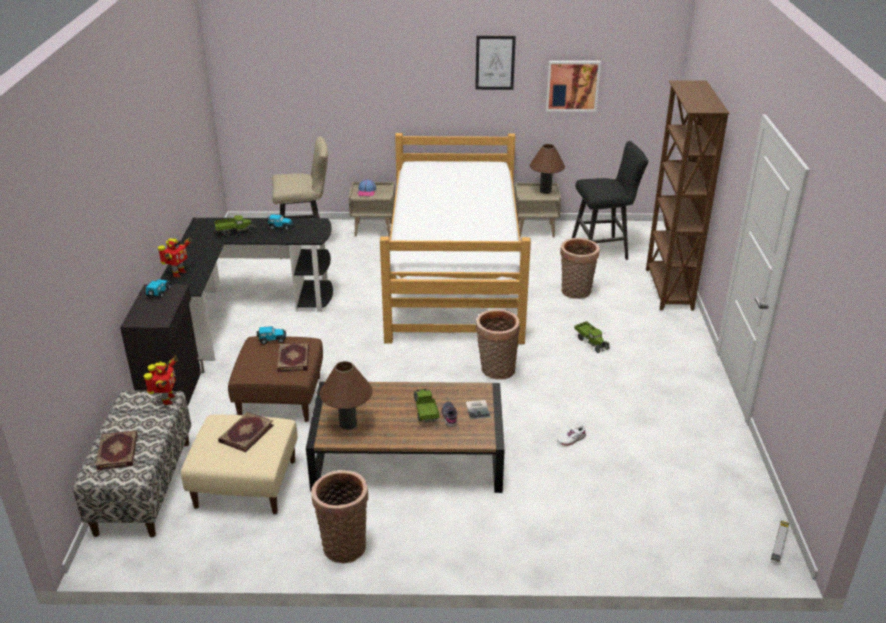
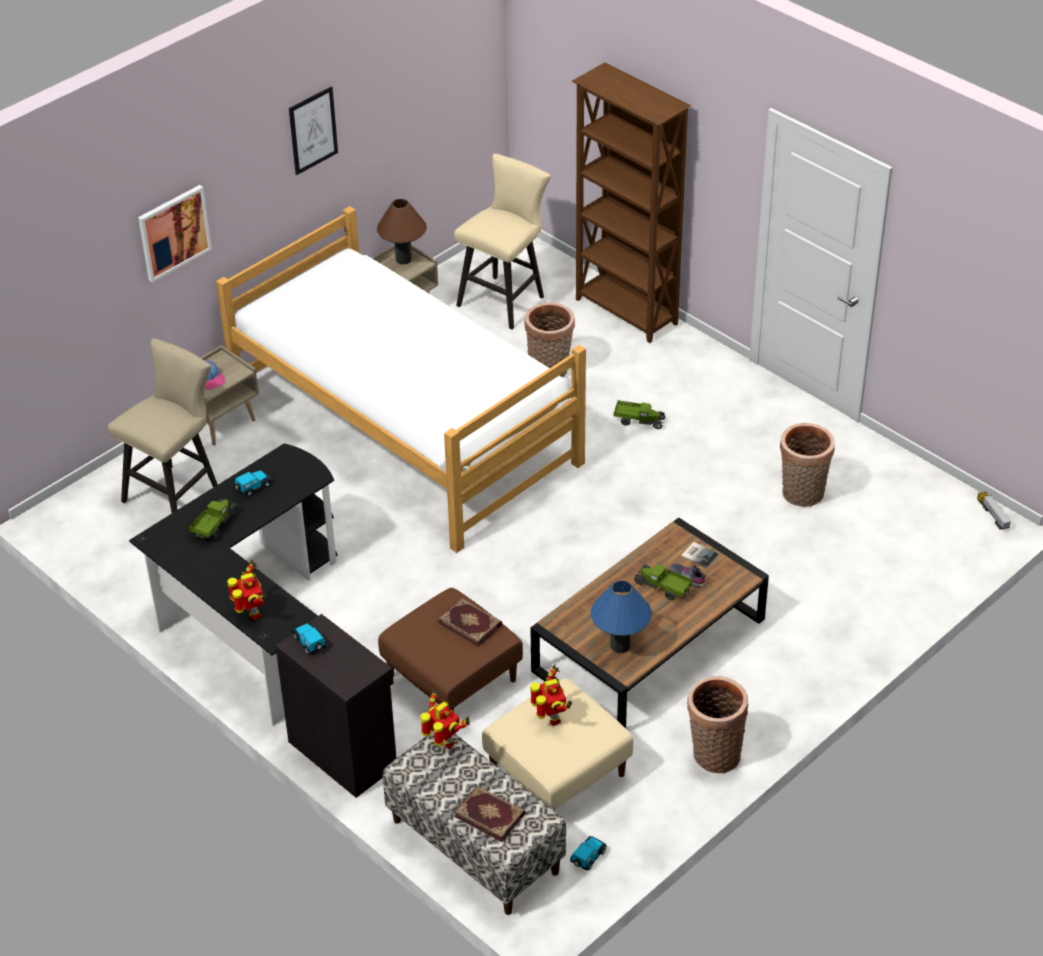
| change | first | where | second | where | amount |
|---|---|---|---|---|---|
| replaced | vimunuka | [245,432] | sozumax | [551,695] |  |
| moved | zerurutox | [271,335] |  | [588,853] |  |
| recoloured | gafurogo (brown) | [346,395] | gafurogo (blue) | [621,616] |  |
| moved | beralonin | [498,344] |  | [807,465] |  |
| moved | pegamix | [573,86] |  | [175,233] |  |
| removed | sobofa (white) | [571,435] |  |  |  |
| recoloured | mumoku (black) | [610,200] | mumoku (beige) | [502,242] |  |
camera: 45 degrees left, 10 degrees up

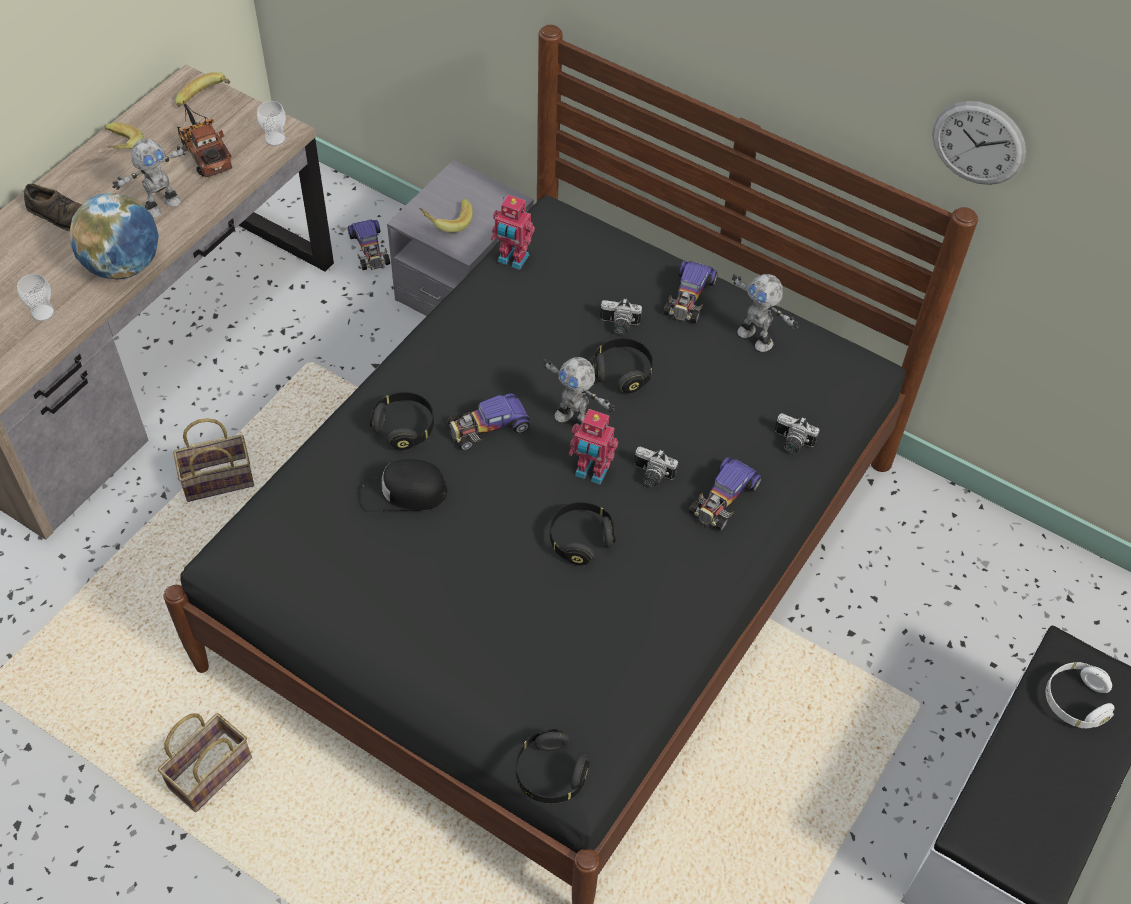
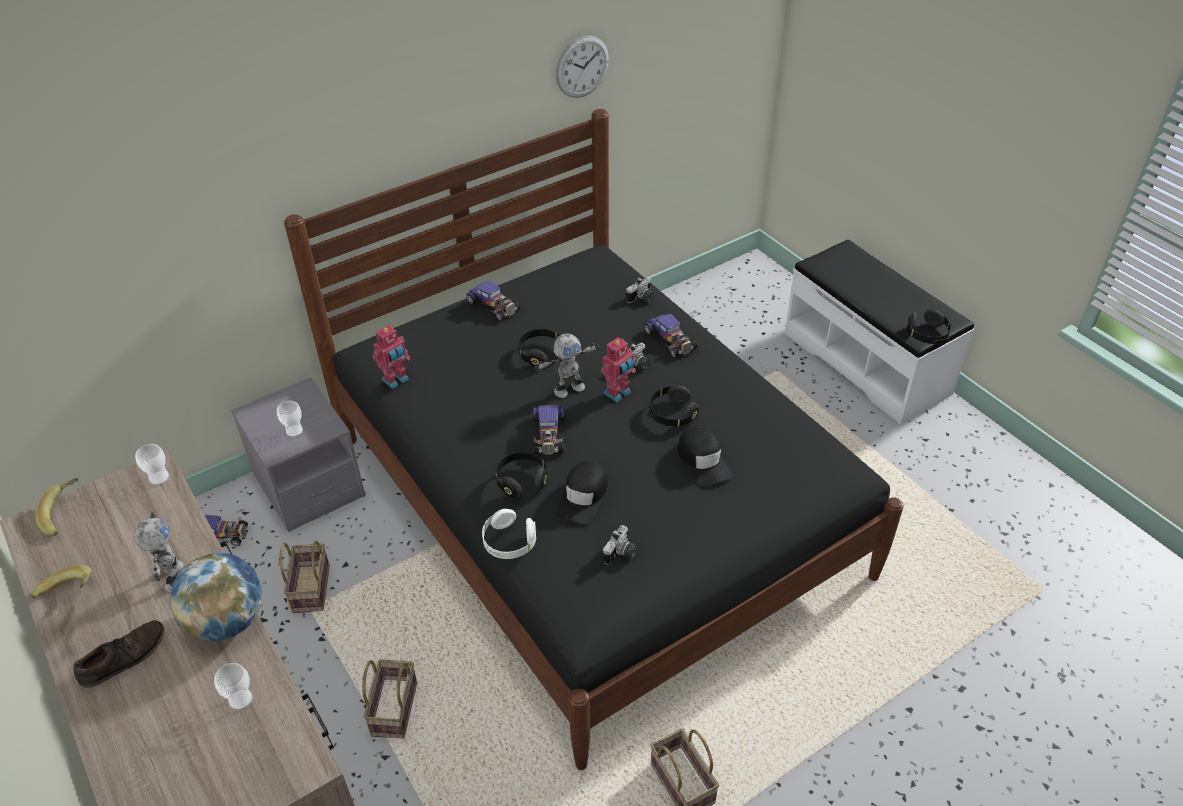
| change | first | where | second | where | amount |
|---|---|---|---|---|---|
| removed | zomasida | [204,139] |  |  |  |
| replaced | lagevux | [446,216] | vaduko | [290,419] |  |
| moved | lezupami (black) | [553,766] |  | [928,326] |  |
| moved | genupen | [621,317] |  | [619,545] |  |
| removed | sozumax | [765,313] |  |  |  |
| moved | lezupami (white) | [1080,695] |  | [509,534] |  |
| added |  |  | beralonin | [305,577] |  |
| added |  |  | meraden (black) | [705,457] |  |
camera: 65 degrees left, 10 degrees down

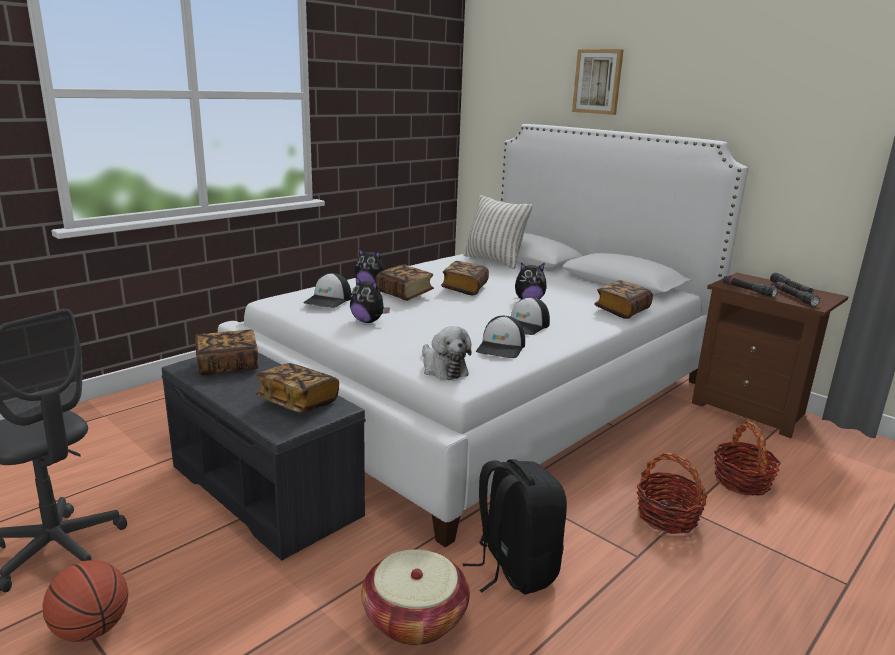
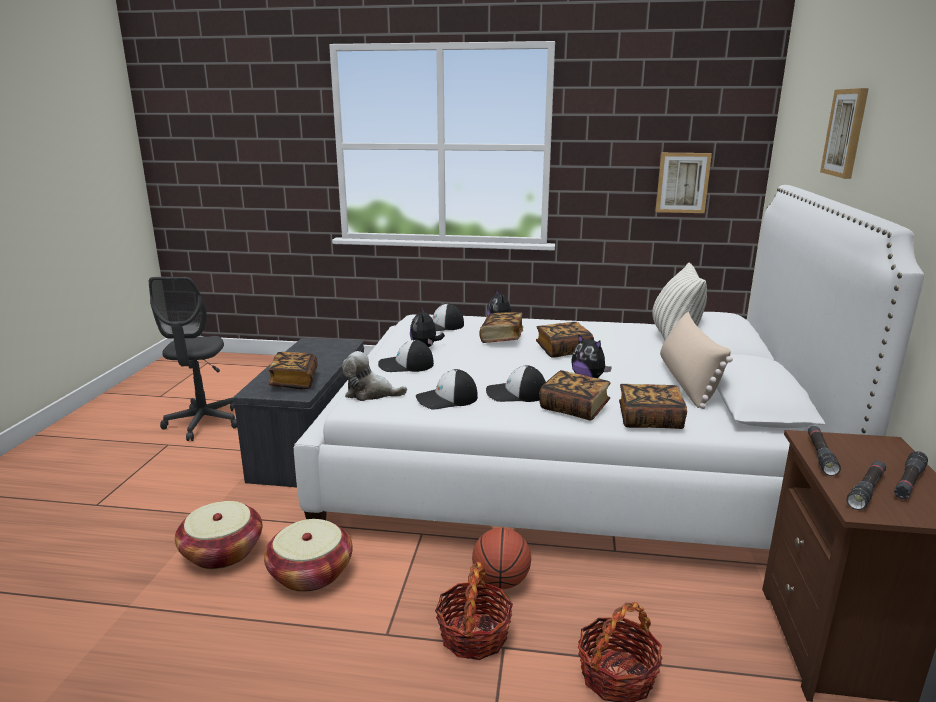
| change | first | where | second | where | amount |
|---|---|---|---|---|---|
| moved | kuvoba | [85,601] |  | [501,558] |  |
| moved | vimunuka | [226,352] |  | [574,395] |  |
| turned | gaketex | [447,353] |  | [374,376] | 75 degrees clockwise |
| replaced | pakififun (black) | [515,526] | beralonin | [308,555] |  |
| added |  |  | meraden | [406,356] |  |
| added |  |  | pegamix | [683,183] |  |
| added |  |  | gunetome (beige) | [696,360] |  |
camera: 55 degrees right, 0 degrees up

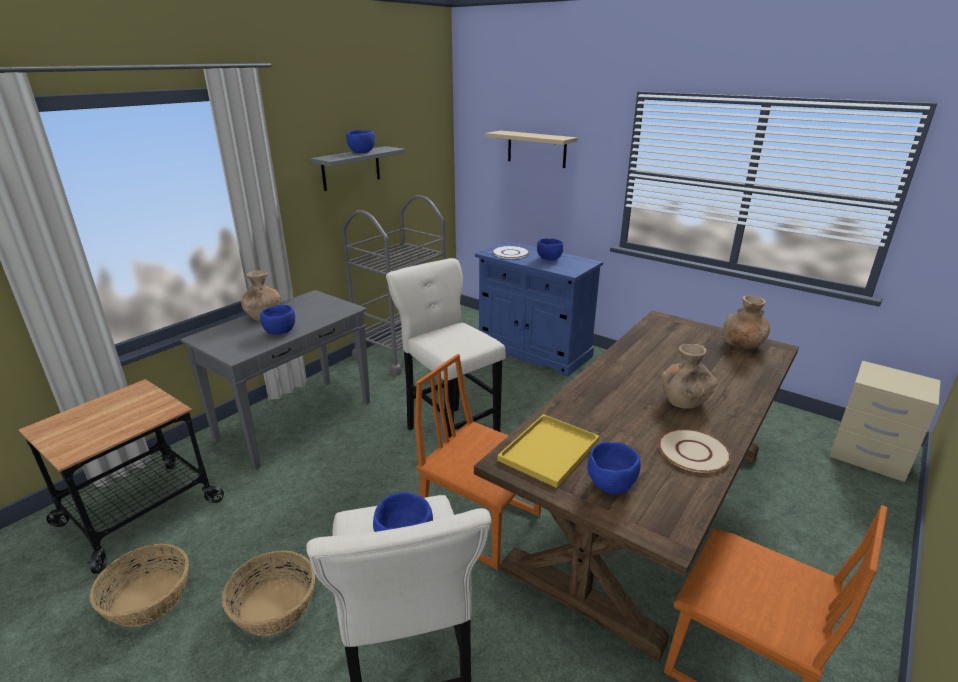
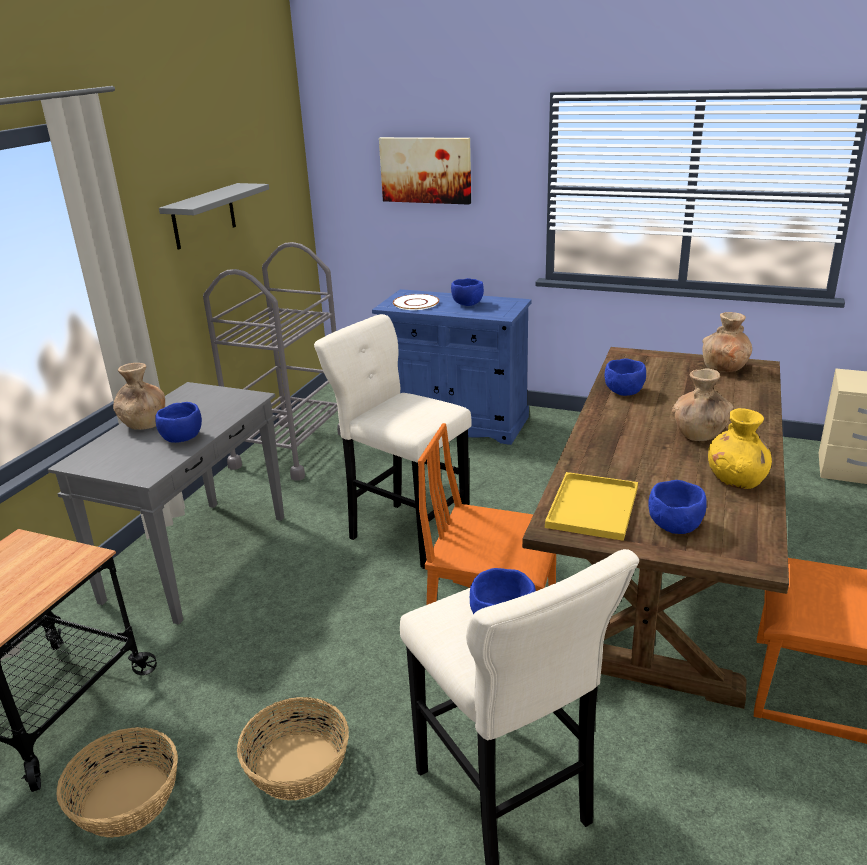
| change | first | where | second | where | amount |
|---|---|---|---|---|---|
| moved | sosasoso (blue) | [360,141] |  | [625,377] |  |
| replaced | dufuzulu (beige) | [531,149] | pegamix | [425,171] |  |
| replaced | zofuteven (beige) | [694,451] | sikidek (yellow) | [740,448] |  |
camera: 15 degrees left, 0 degrees up

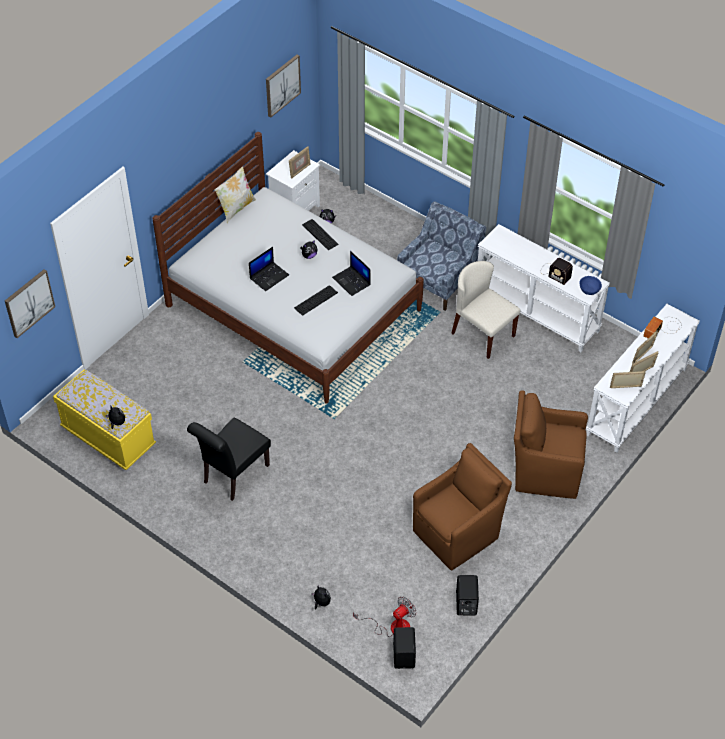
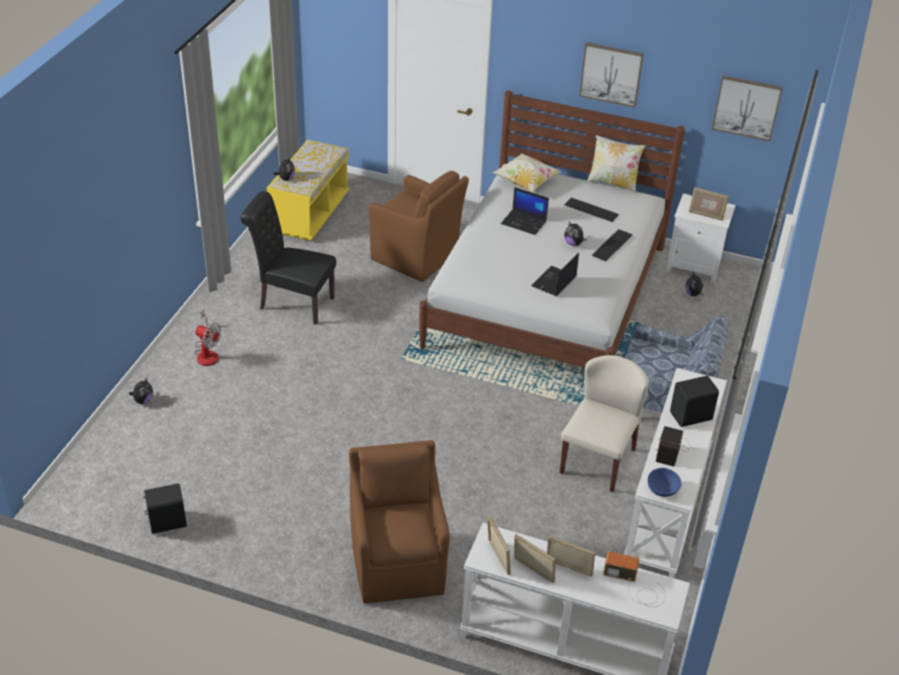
| change | first | where | second | where | amount |
|---|---|---|---|---|---|
| moved | pegamix | [30,303] |  | [611,75] |  |
| moved | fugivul | [316,300] |  | [591,210] |  |
| moved | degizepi | [385,617] |  | [207,338] |  |
| moved | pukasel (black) | [404,648] |  | [694,401] |  |
| moved | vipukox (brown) | [462,506] |  | [419,226] |  |
| added |  |  | gunetome | [527,172] |  |
camera: 70 degrees right, 10 degrees down

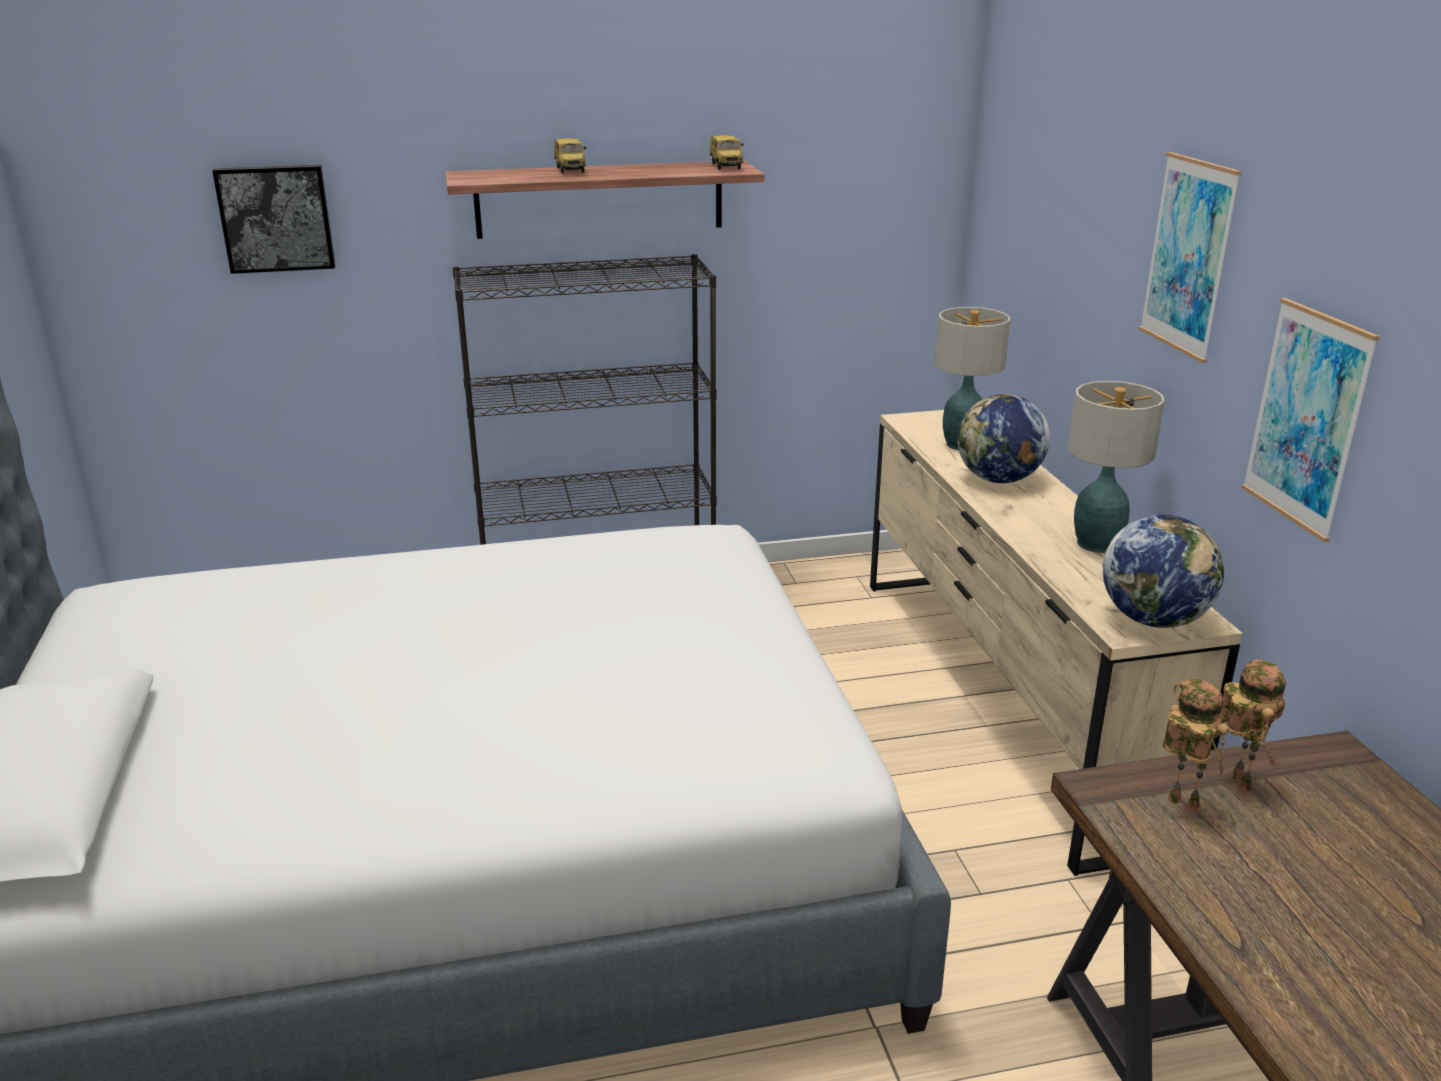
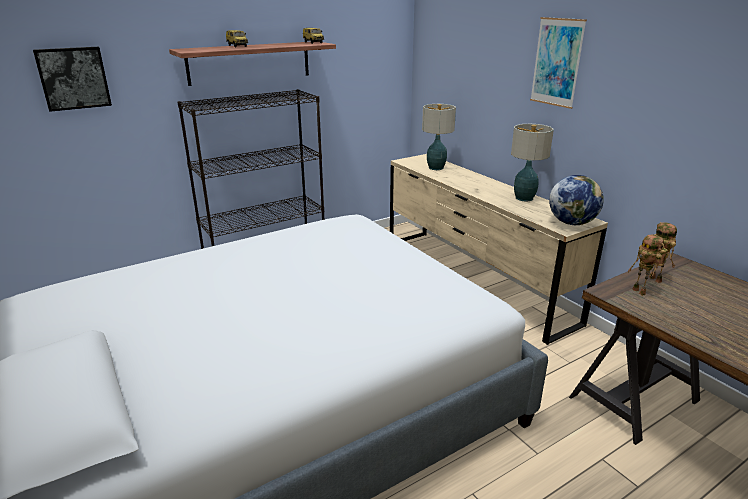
| change | first | where | second | where | amount |
|---|---|---|---|---|---|
| removed | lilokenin | [1003,438] |  |  |  |
| turned | sozumax | [1195,746] |  | [648,265] | 135 degrees counterclockwise |
| removed | pegamix | [1310,420] |  |  |  |
camera: 20 degrees left, 0 degrees up

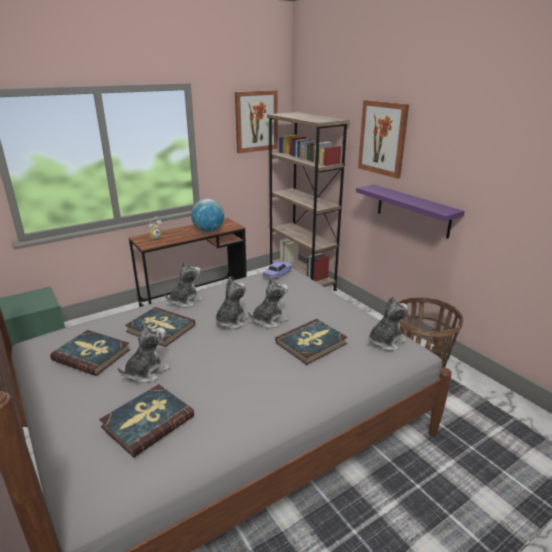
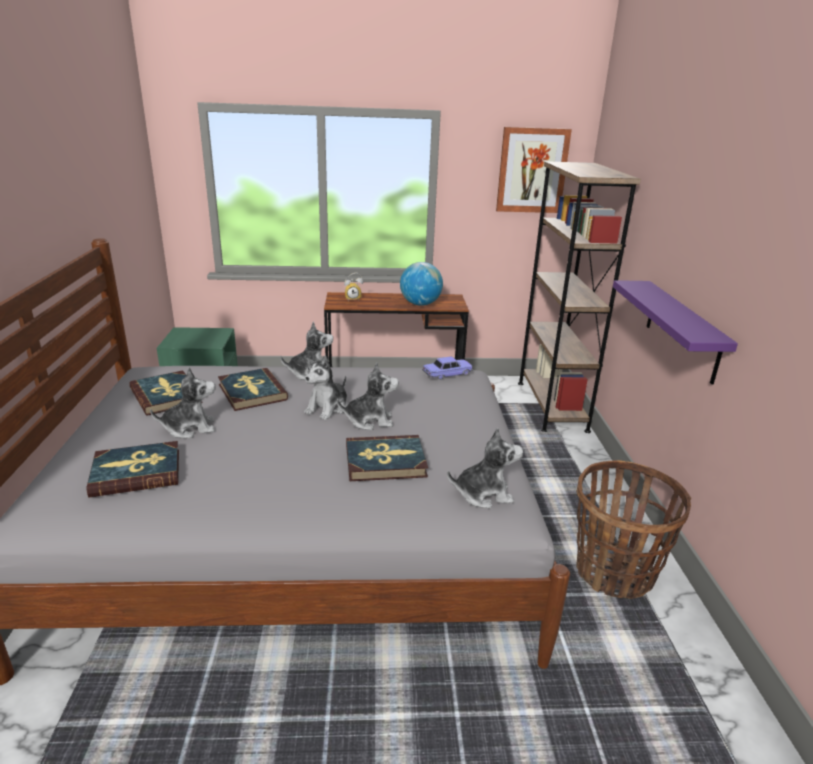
| change | first | where | second | where | amount |
|---|---|---|---|---|---|
| turned | gaketex | [232,303] |  | [326,387] | 150 degrees clockwise |
| removed | pegamix | [383,139] |  |  |  |
camera: 30 degrees right, 0 degrees up

